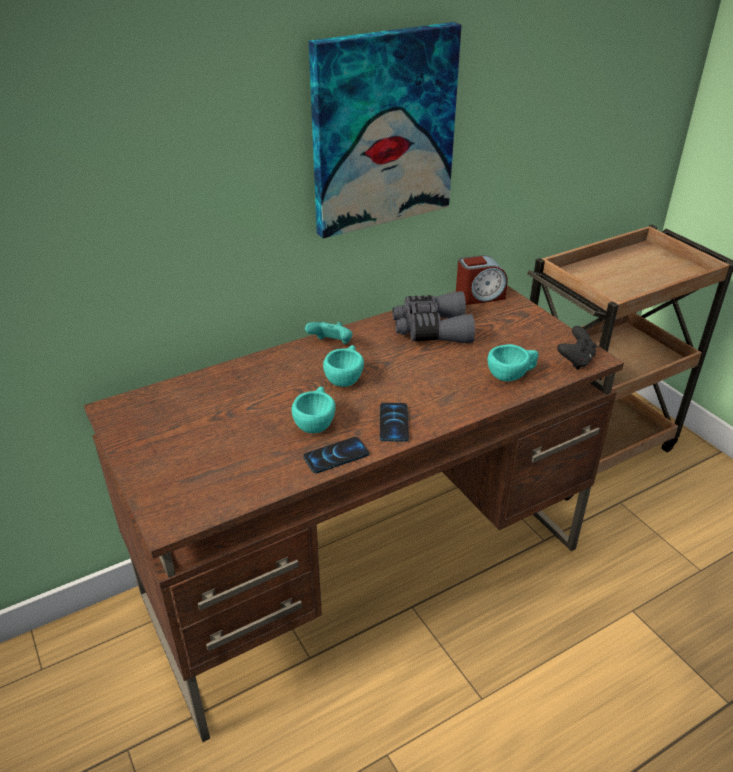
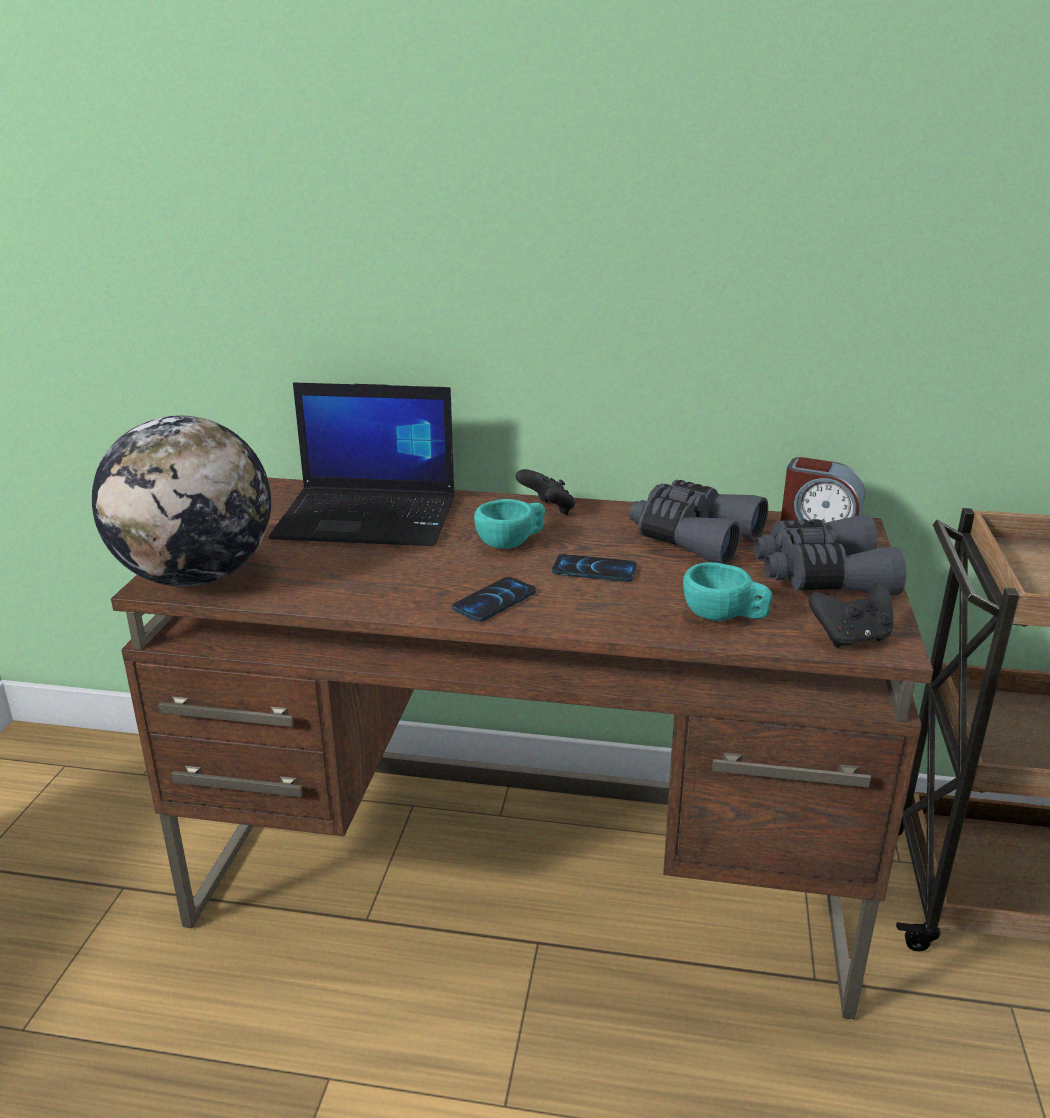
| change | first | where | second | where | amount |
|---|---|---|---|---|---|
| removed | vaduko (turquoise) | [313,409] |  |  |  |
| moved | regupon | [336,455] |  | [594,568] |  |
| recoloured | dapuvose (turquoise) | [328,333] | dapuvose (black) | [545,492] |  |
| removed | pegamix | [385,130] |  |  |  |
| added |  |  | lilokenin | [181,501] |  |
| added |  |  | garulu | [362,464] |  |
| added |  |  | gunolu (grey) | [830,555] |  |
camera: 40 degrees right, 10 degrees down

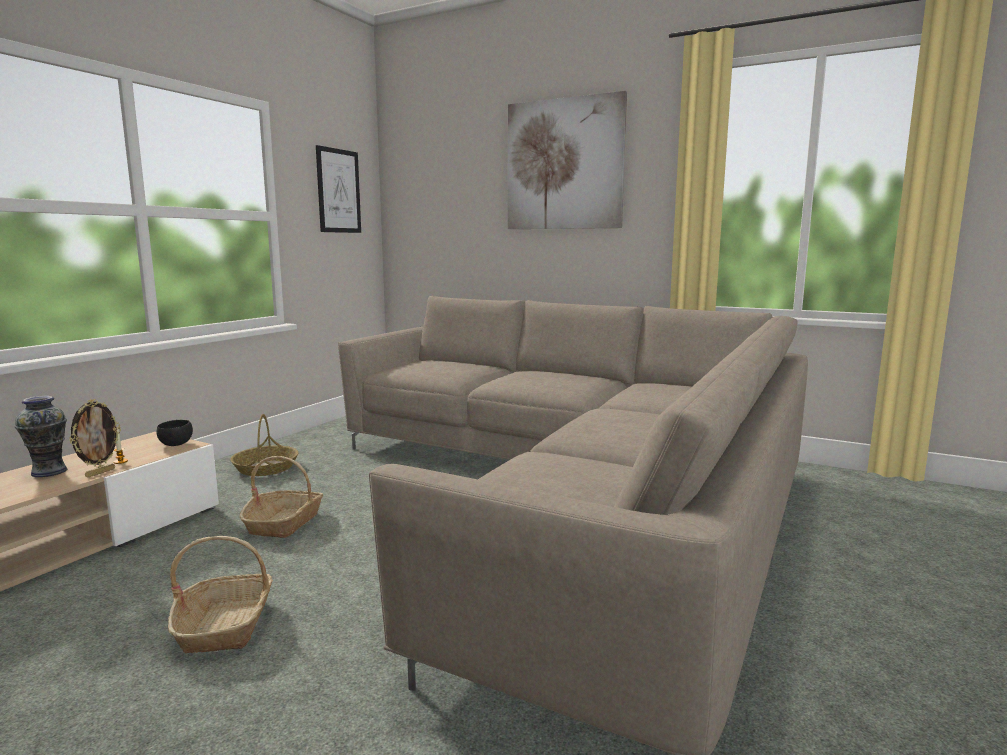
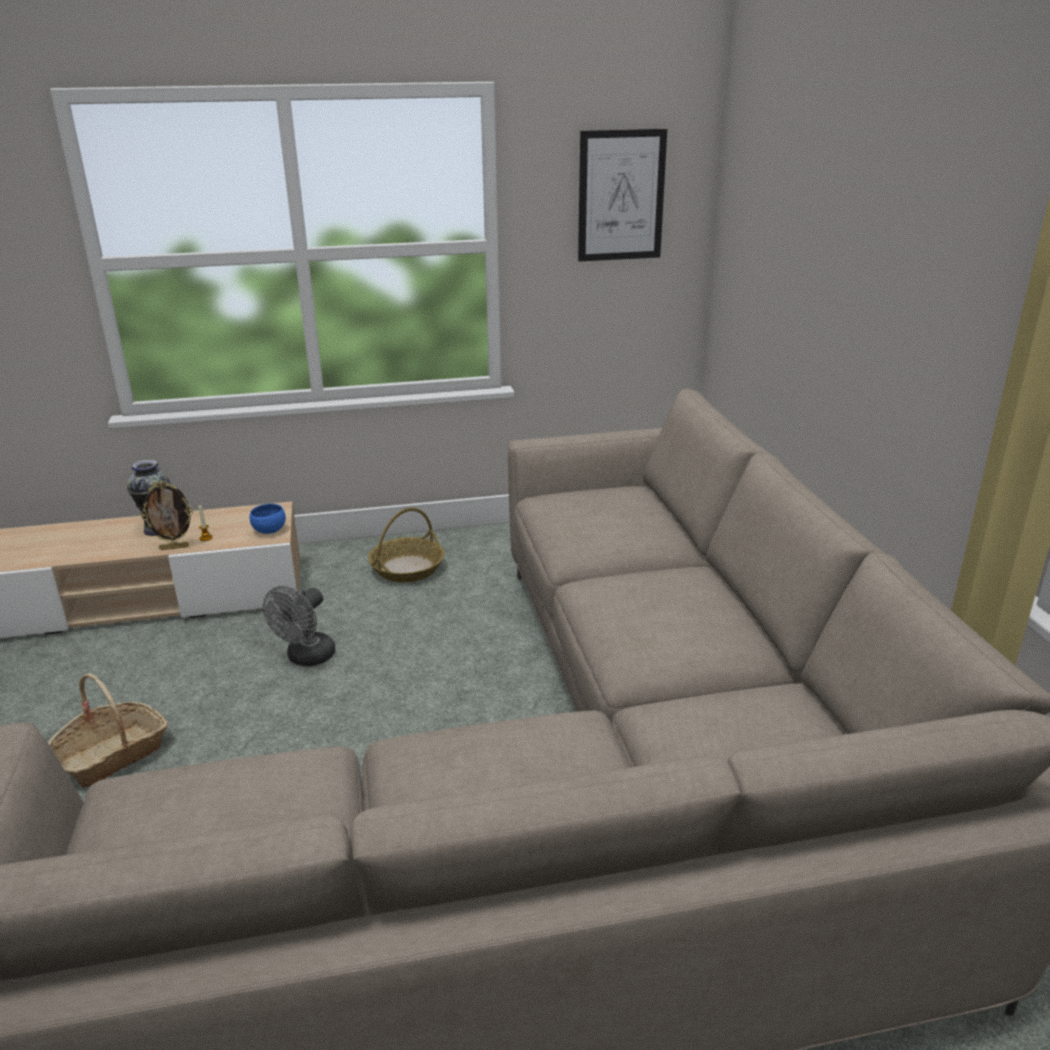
| change | first | where | second | where | amount |
|---|---|---|---|---|---|
| recoloured | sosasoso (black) | [175,433] | sosasoso (blue) | [268,519] |  |
| replaced | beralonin | [281,497] | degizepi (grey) | [299,626] |  |
| removed | pegamix | [567,160] |  |  |  |
camera: 50 degrees right, 15 degrees up

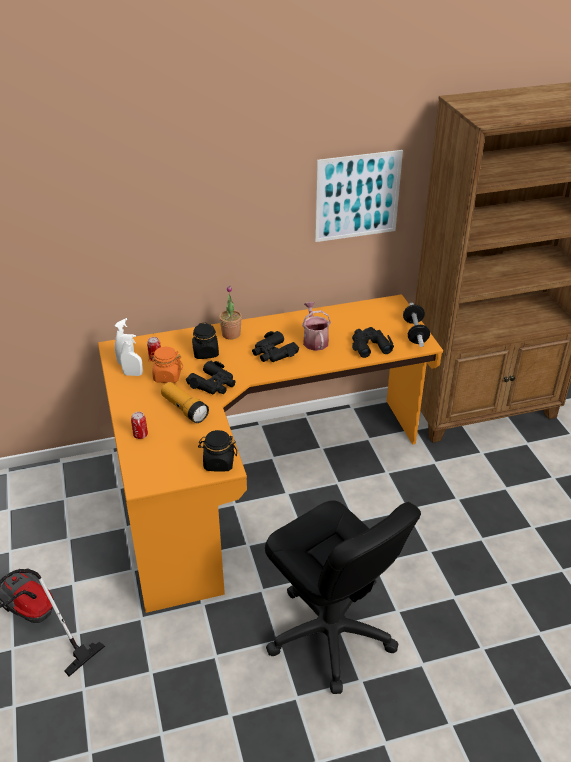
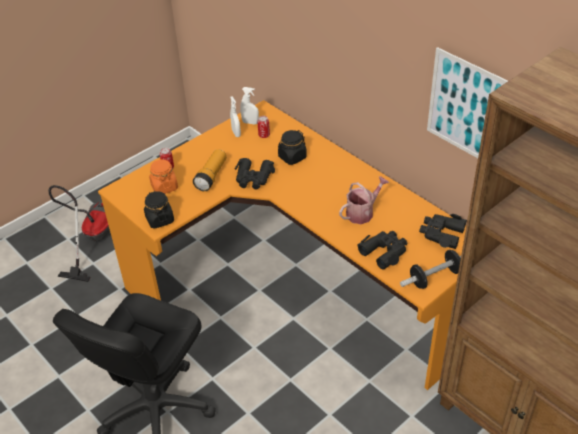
| change | first | where | second | where | amount |
|---|---|---|---|---|---|
| moved | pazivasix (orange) | [165,365] |  | [163,176] |  |
| removed | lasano | [230,312] |  |  |  |
| moved | gunolu (black) | [275,346] |  | [443,231] |  |
camera: 65 degrees right, 5 degrees up

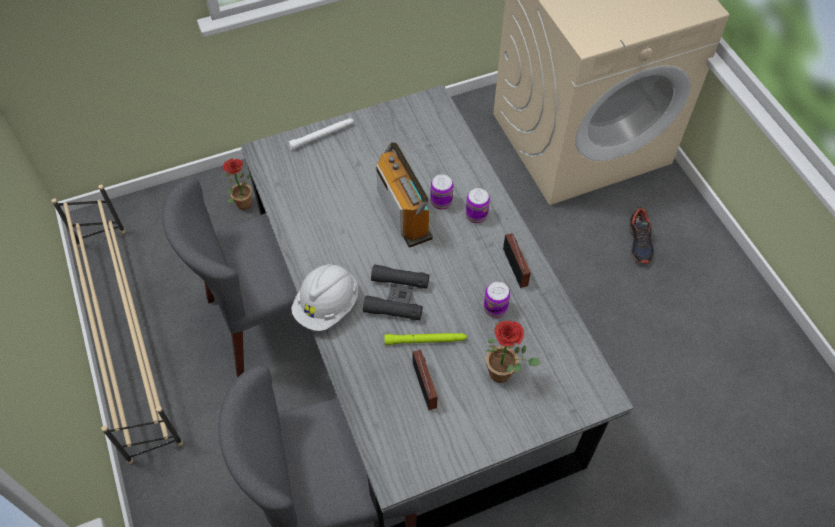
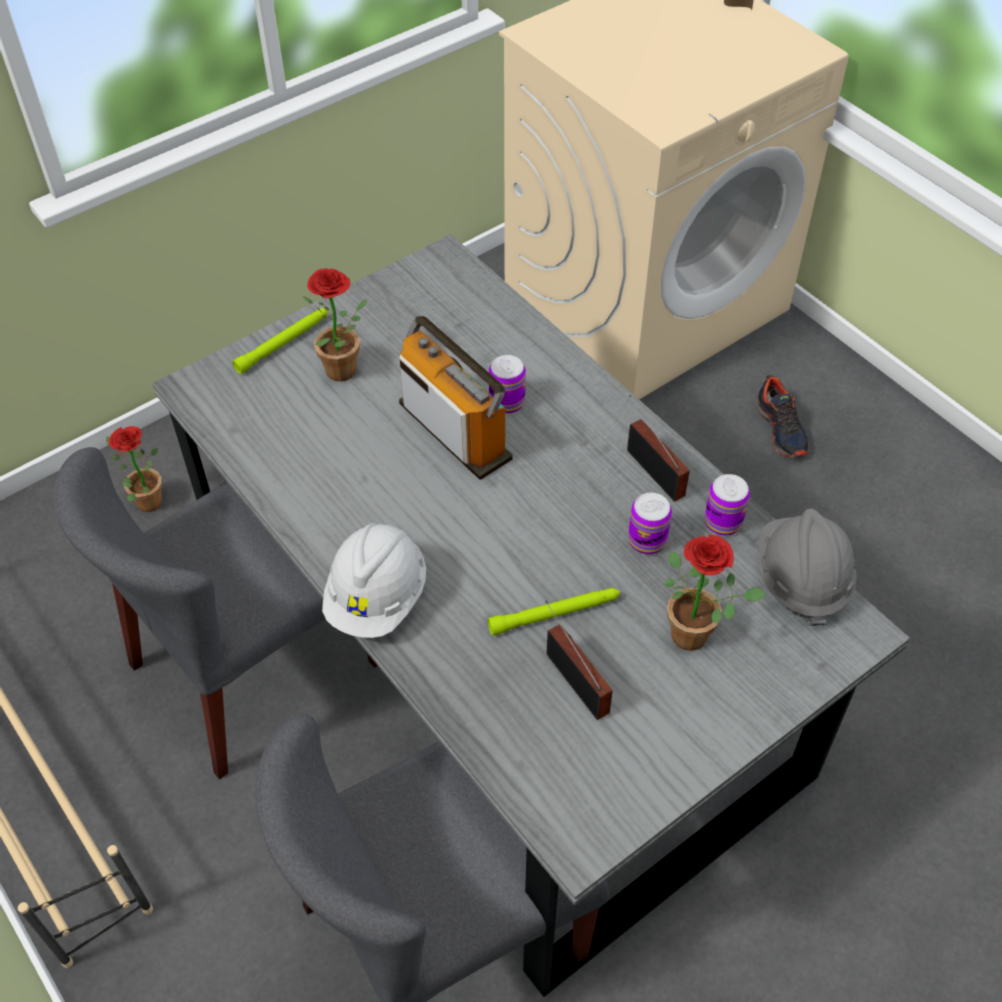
| change | first | where | second | where | amount |
|---|---|---|---|---|---|
| recoloured | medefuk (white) | [321,134] | medefuk (green) | [280,341] |  |
| removed | gunolu (black) | [396,292] |  |  |  |
| moved | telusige | [478,205] |  | [727,505] |  |
| added |  |  | lasano | [335,324] |  |
| added |  |  | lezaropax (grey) | [808,567] |  |
camera: 15 degrees left, 5 degrees down

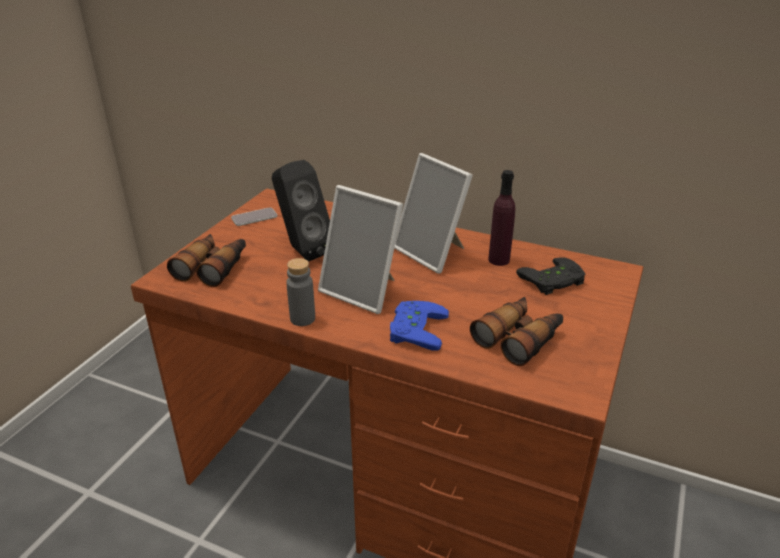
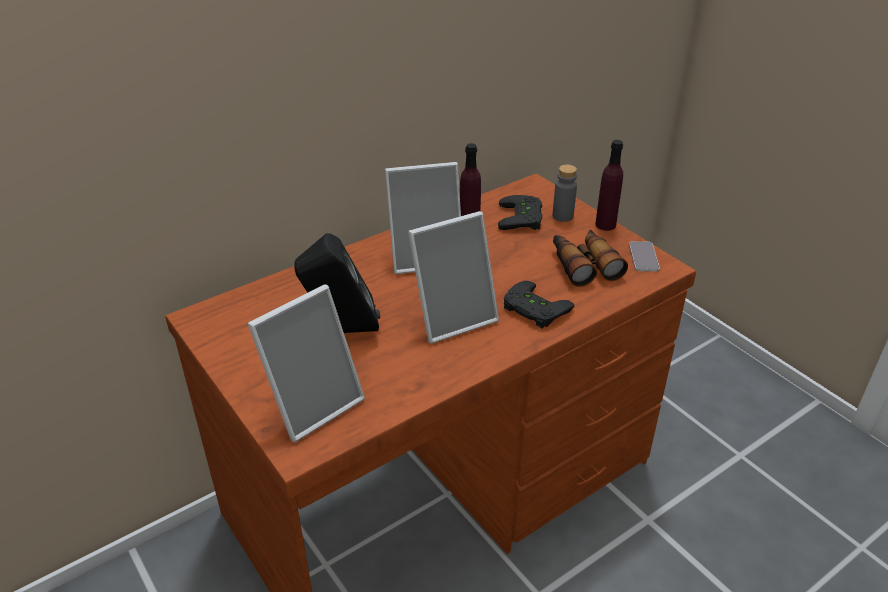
| change | first | where | second | where | amount |
|---|---|---|---|---|---|
| replaced | gunolu | [206,260] | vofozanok | [306,363] |  |
| moved | regupon | [254,216] |  | [644,256] |  |
| moved | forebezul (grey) | [300,292] |  | [565,193] |  |
| recoloured | dapuvose (blue) | [419,326] | dapuvose (black) | [539,305] |  |
| added |  |  | forebezul (purple) | [609,185] |  |
camera: 60 degrees left, 5 degrees up

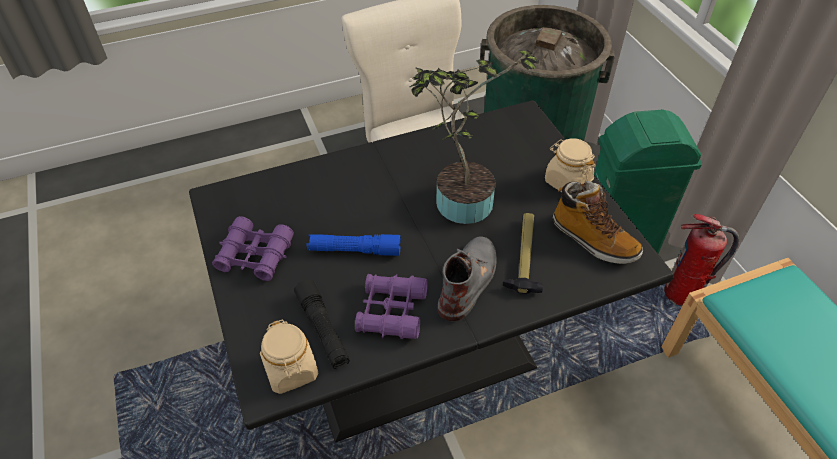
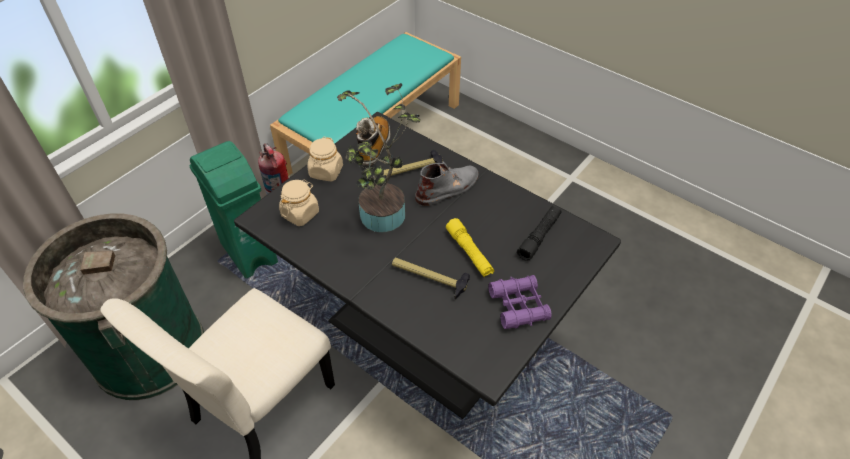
| change | first | where | second | where | amount |
|---|---|---|---|---|---|
| moved | pazivasix (beige) | [289,357] |  | [299,202] |  |
| recoloured | medefuk (blue) | [354,245] | medefuk (yellow) | [470,248] |  |
| removed | gunolu (purple) | [391,306] |  |  |  |
| turned | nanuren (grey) | [467,278] |  | [447,183] | 150 degrees clockwise |
| added |  |  | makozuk | [431,278] |  |
camera: 120 degrees left, 0 degrees up

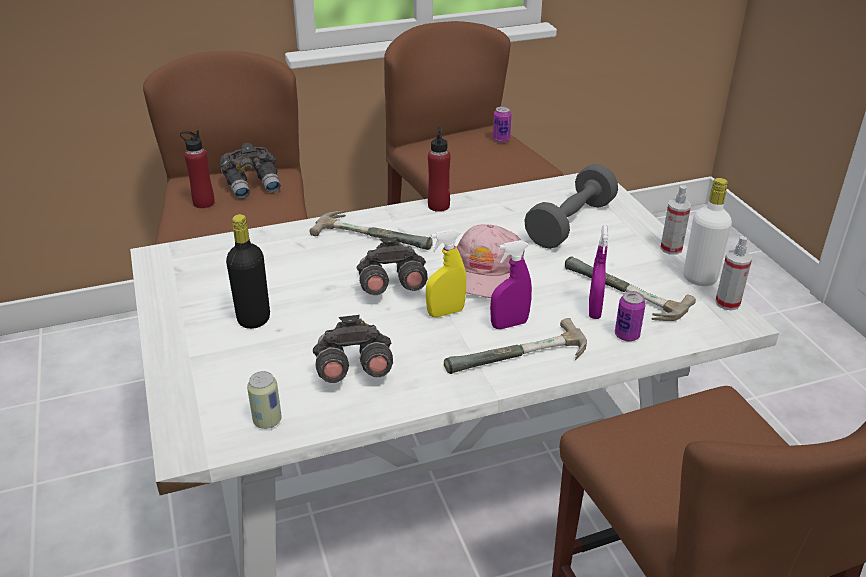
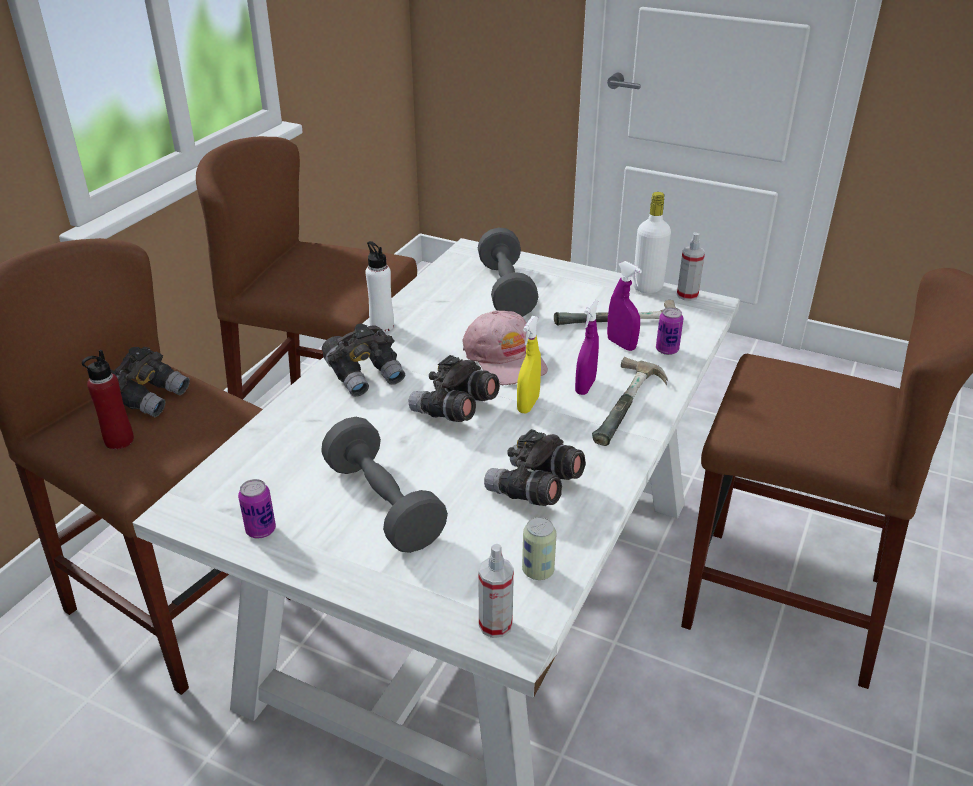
| change | first | where | second | where | amount |
|---|---|---|---|---|---|
| replaced | forebezul (black) | [248,271] | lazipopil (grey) | [384,485] |  |
| replaced | makozuk | [371,230] | gunolu (grey) | [363,360] |  |
| recoloured | forebezul (red) | [439,169] | forebezul (white) | [379,286] |  |
| moved | telusige | [502,124] |  | [257,508] |  |
| moved | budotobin | [675,220] |  | [496,591] |  |
camera: 45 degrees left, 0 degrees up

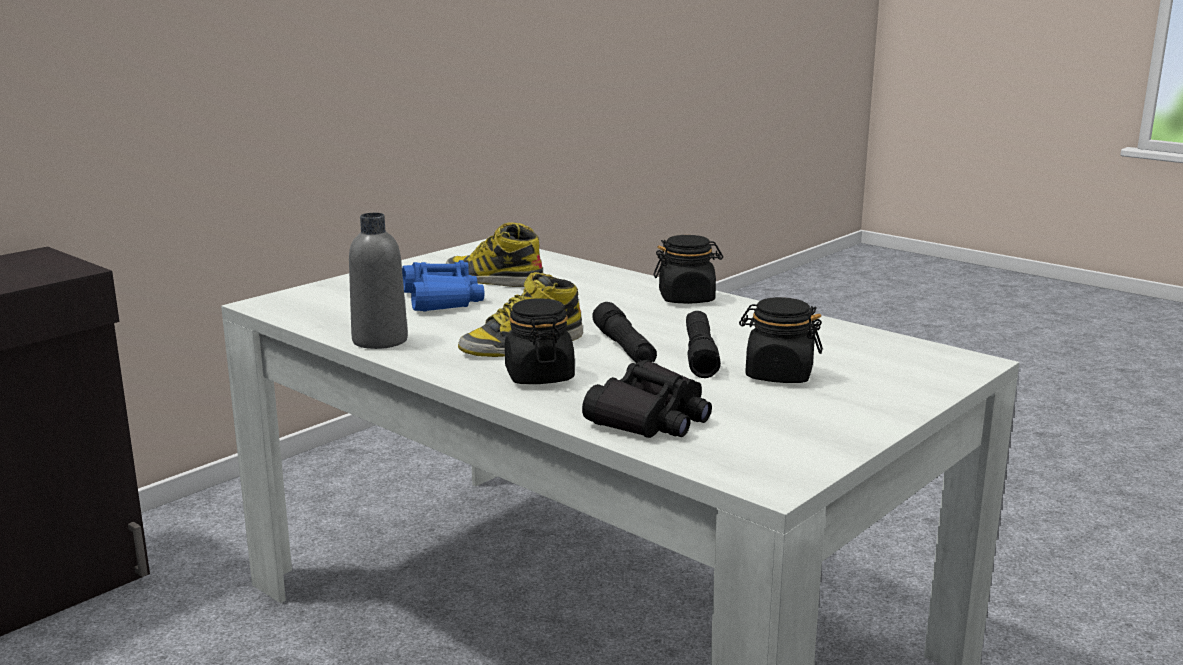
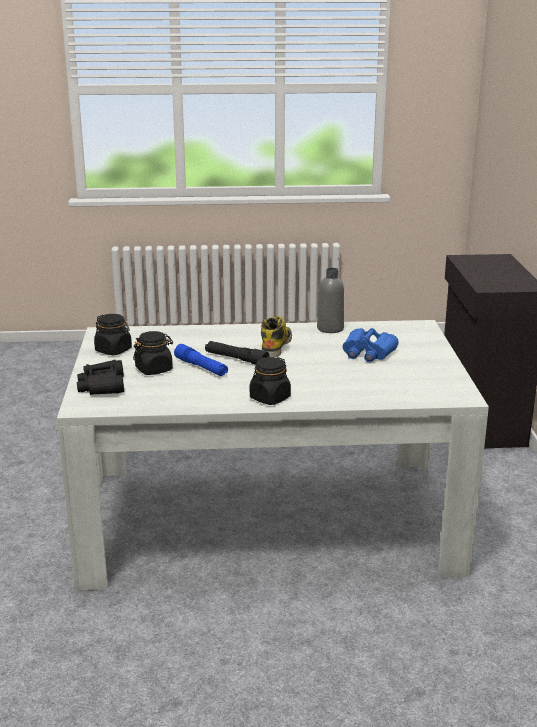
| change | first | where | second | where | amount |
|---|---|---|---|---|---|
| removed | nanuren | [494,255] |  |  |  |
| moved | pazivasix (black) | [540,341] |  | [113,334] |  |
| moved | gunolu (black) | [647,399] |  | [100,377] |  |
| recoloured | medefuk (black) | [703,344] | medefuk (blue) | [201,360] |  |
camera: 135 degrees right, 5 degrees up

